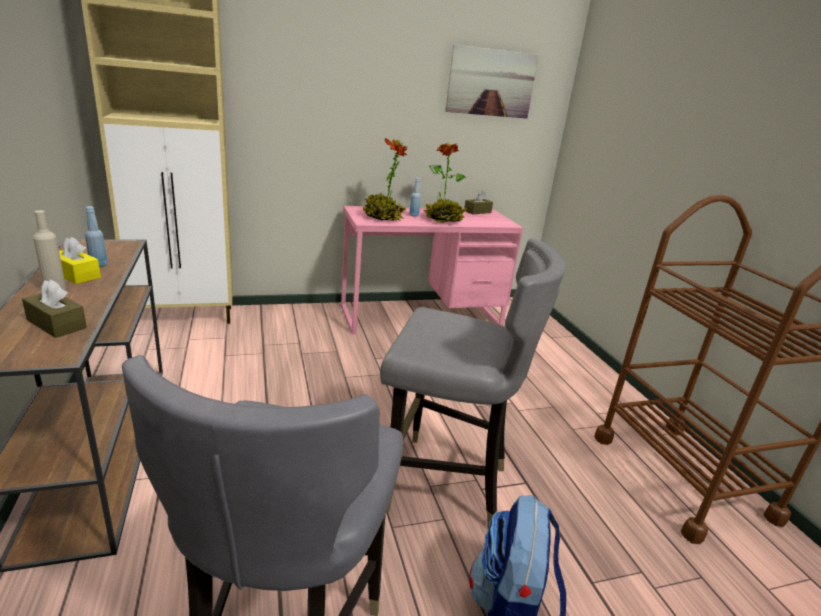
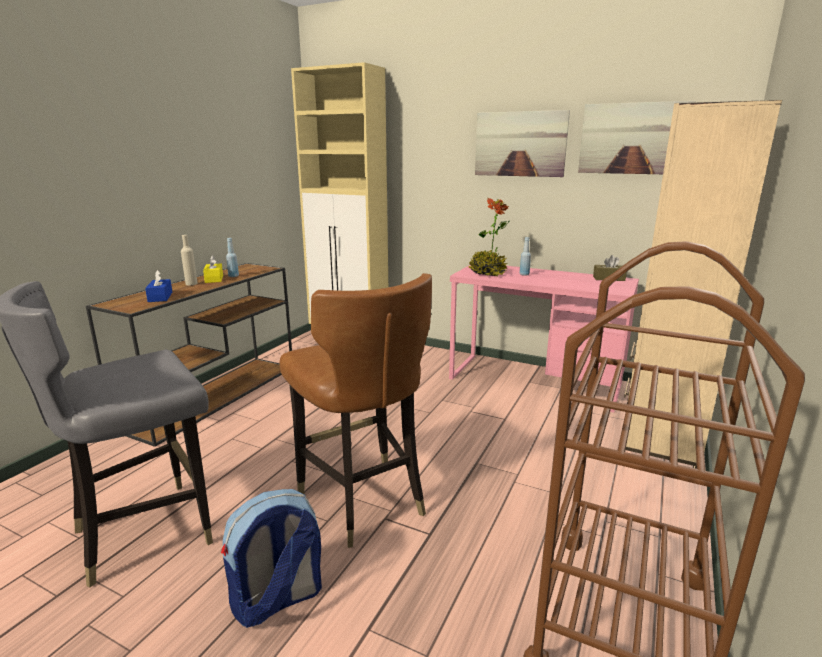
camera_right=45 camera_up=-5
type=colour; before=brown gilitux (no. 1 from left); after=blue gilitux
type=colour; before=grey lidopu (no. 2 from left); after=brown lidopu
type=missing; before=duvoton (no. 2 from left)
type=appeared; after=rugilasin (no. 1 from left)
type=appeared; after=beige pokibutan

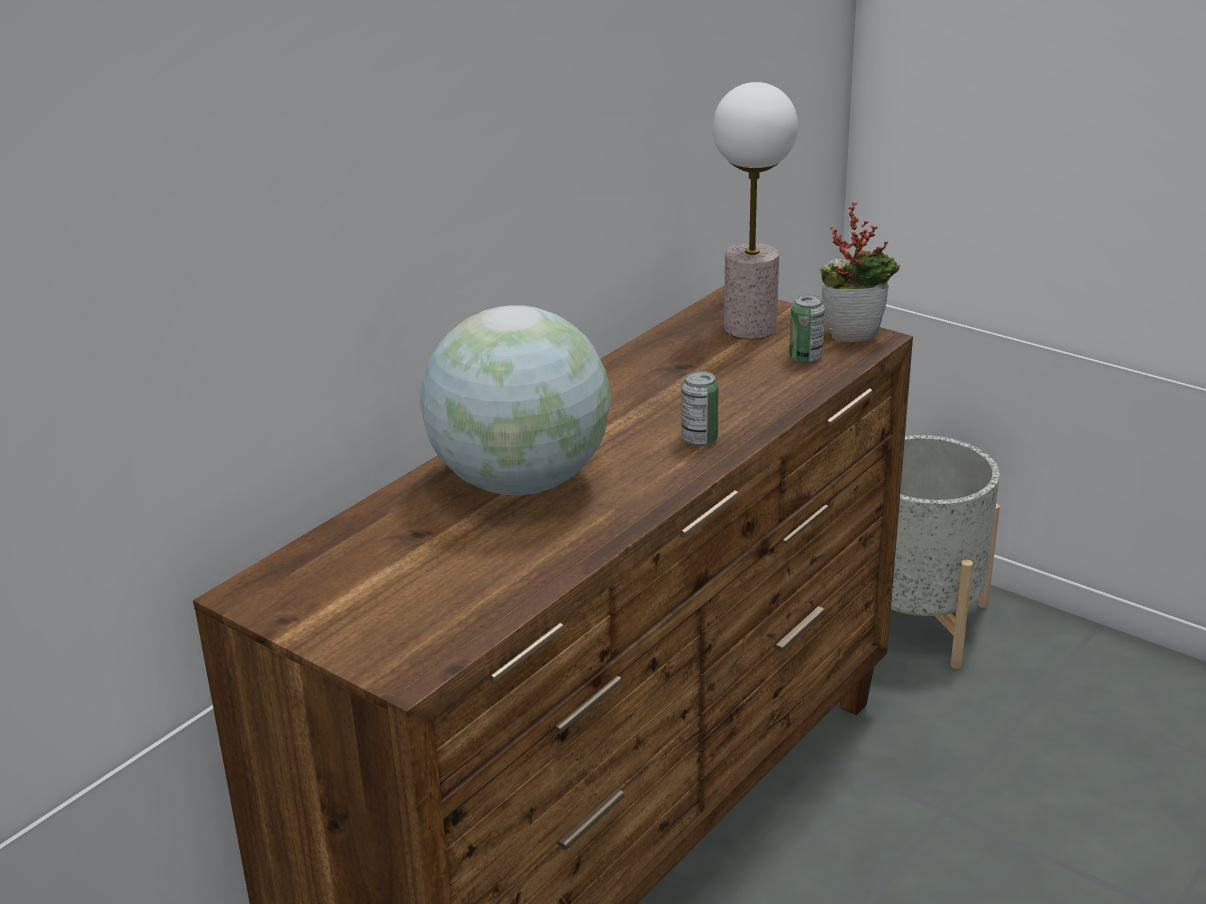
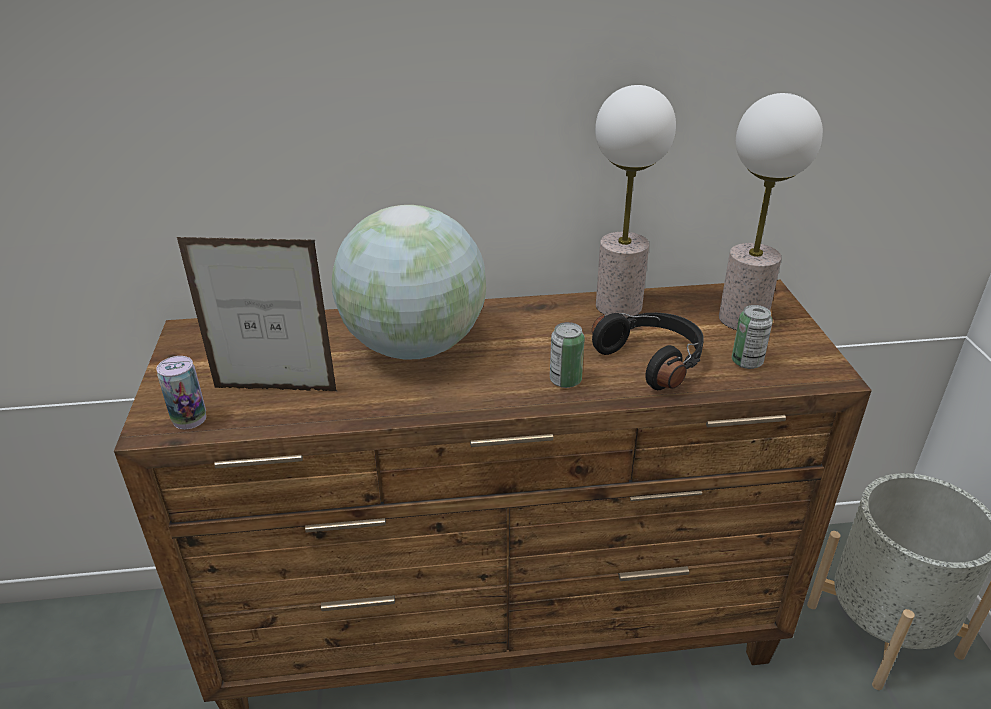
camera_right=45 camera_up=5
type=missing; before=duvoton
type=appeared; after=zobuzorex (no. 1 from left)
type=appeared; after=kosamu
type=appeared; after=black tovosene
type=appeared; after=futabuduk (no. 1 from left)

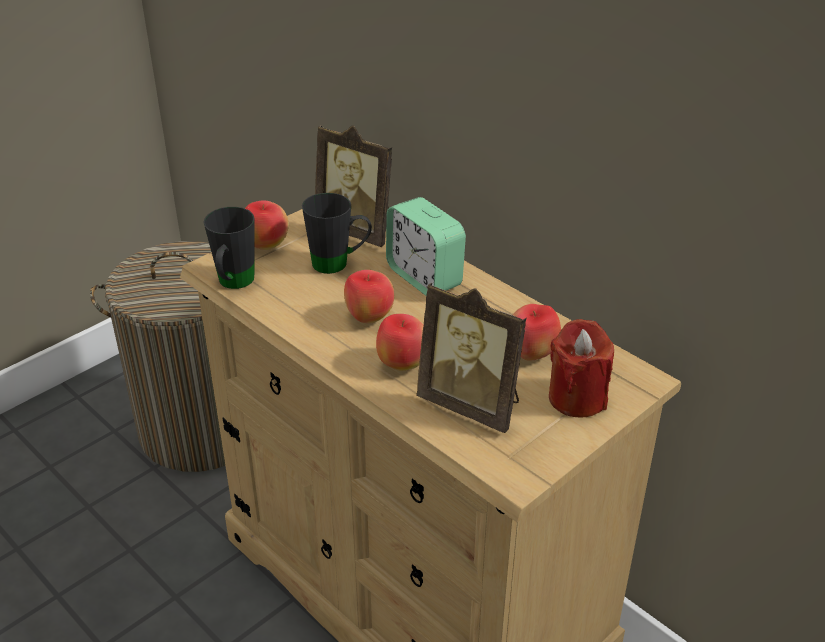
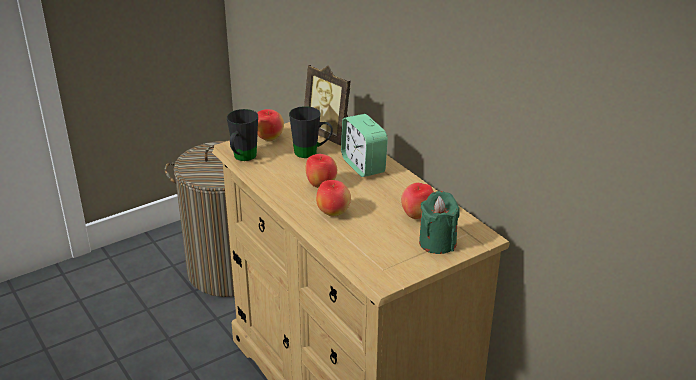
camera_right=10 camera_up=-5
type=missing; before=kosamu (no. 2 from left)
type=colour; before=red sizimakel; after=green sizimakel

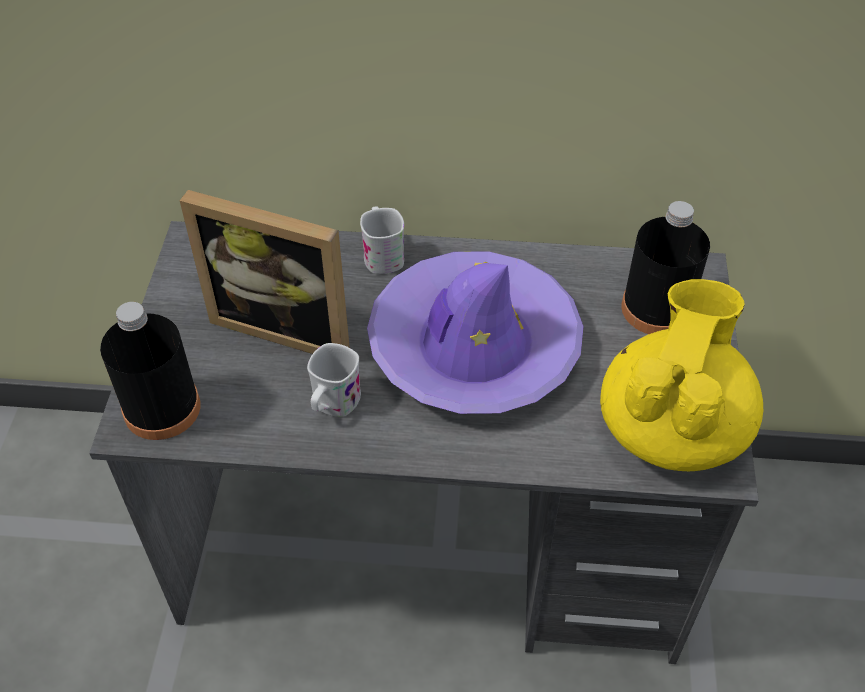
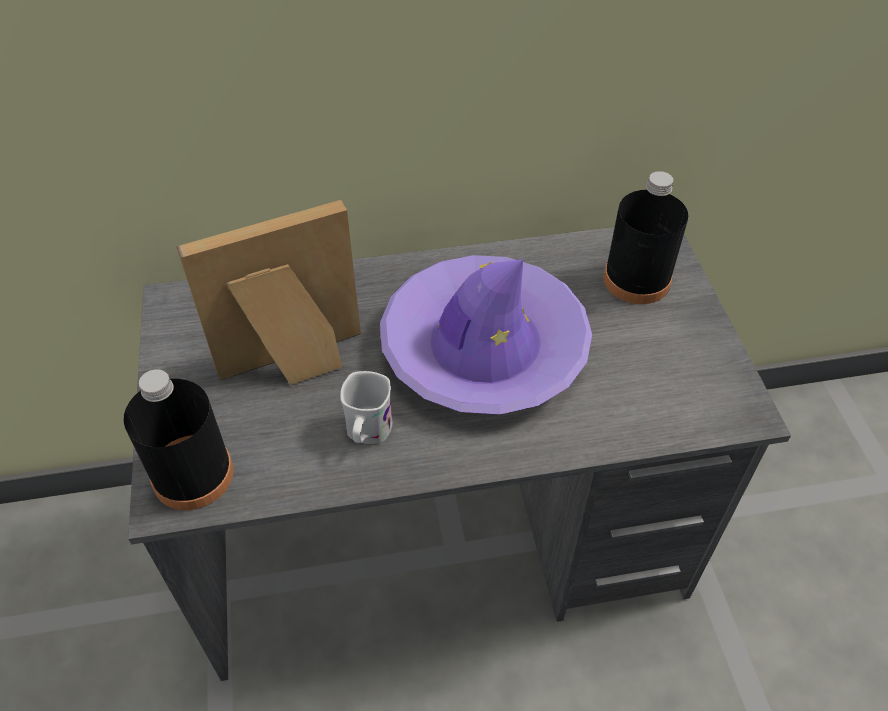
camera_right=-15 camera_up=0
type=spun; before=kosamu; turn=150
type=missing; before=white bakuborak (no. 2 from left)
type=missing; before=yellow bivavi

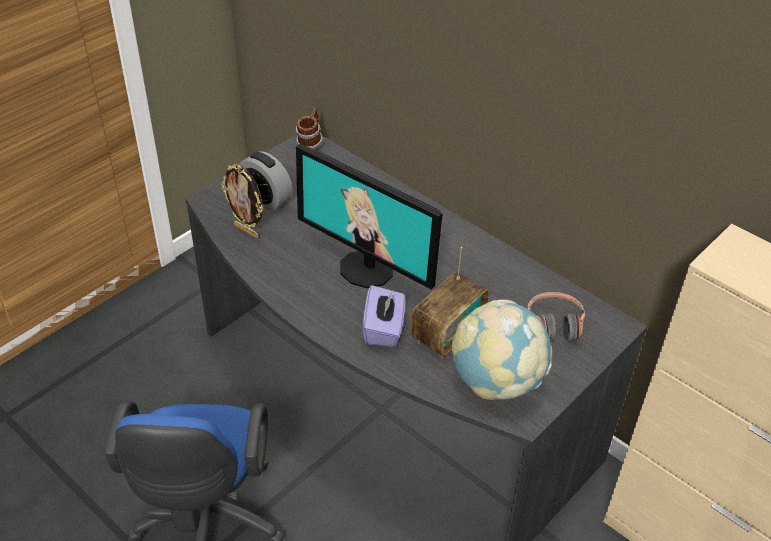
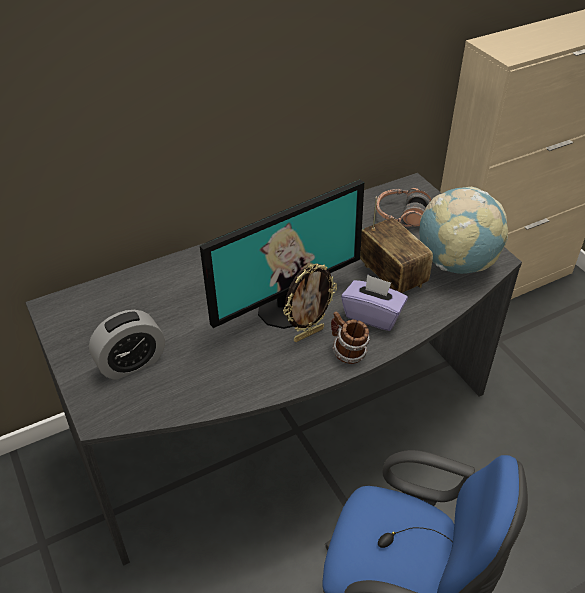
camera_right=-70 camera_up=0
type=relocated; before=kosamu
type=relocated; before=bakuborak

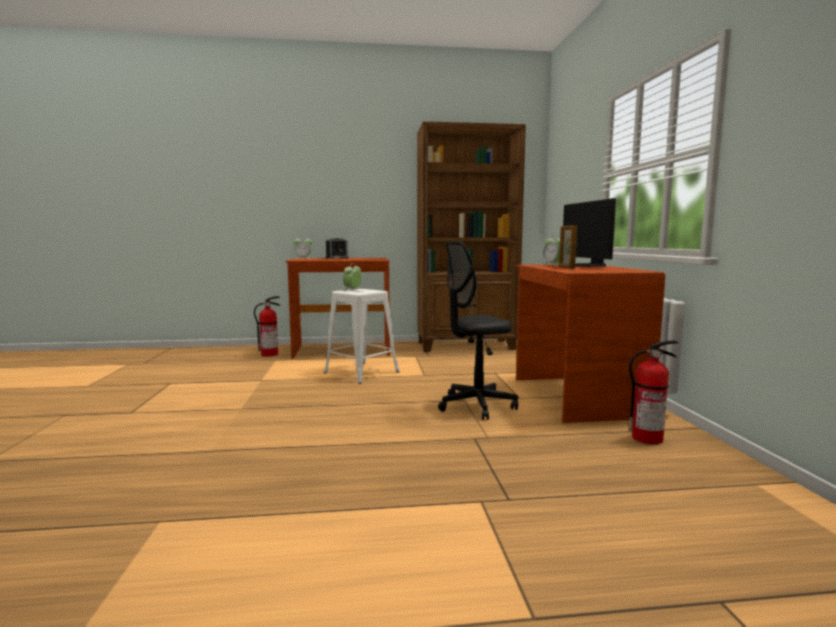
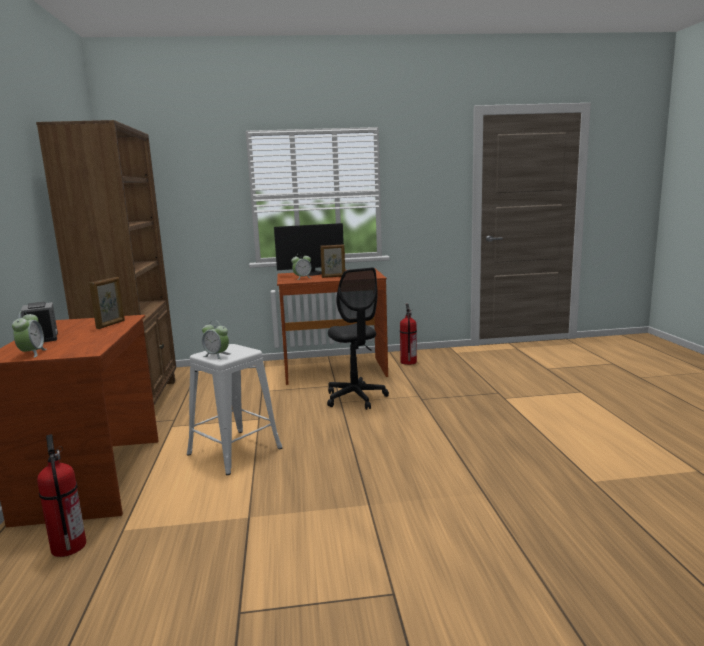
camera_right=-90 camera_up=5
type=appeared; after=kosamu (no. 1 from left)

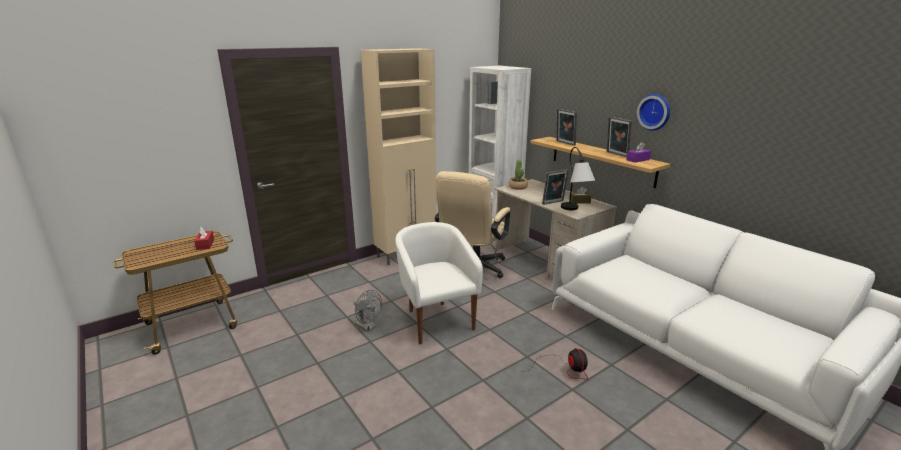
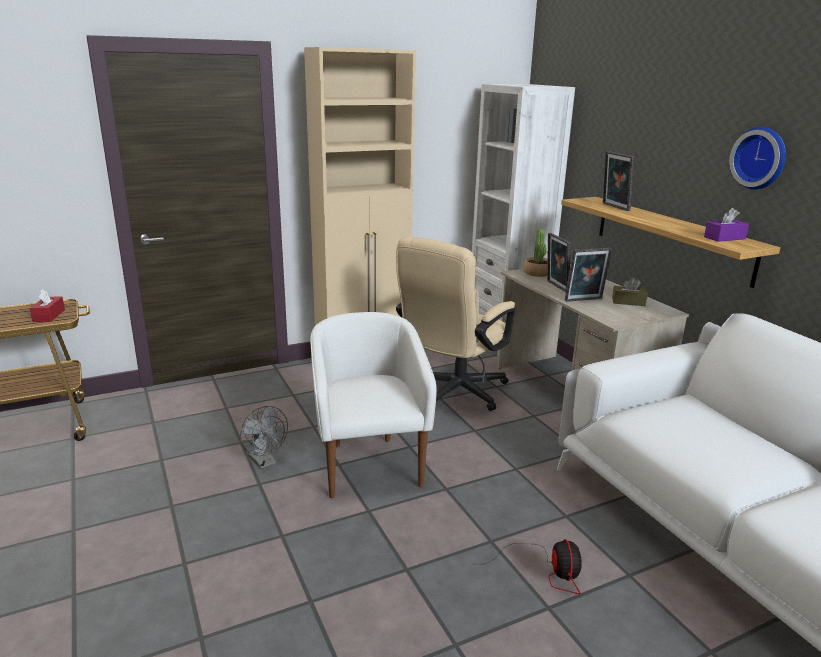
camera_right=10 camera_up=0
type=missing; before=futabuduk
type=relocated; before=kosamu (no. 3 from left in the first image); after=kosamu (no. 1 from left)

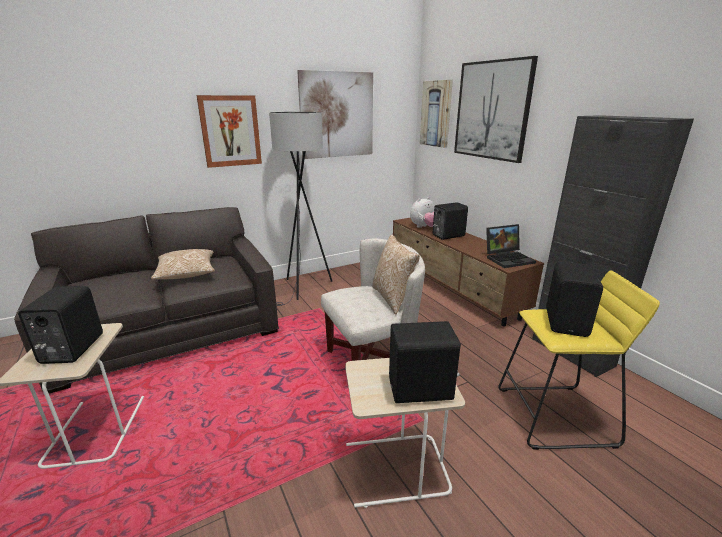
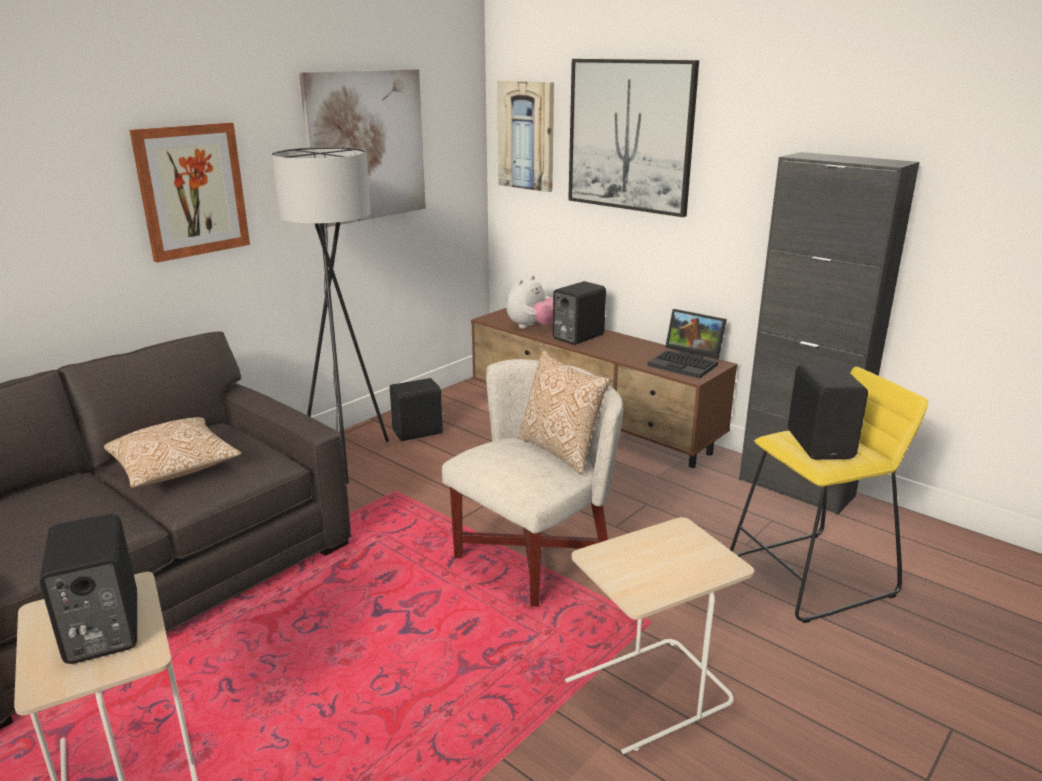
camera_right=-20 camera_up=0
type=relocated; before=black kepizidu (no. 2 from left)
type=spun; before=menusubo; turn=75

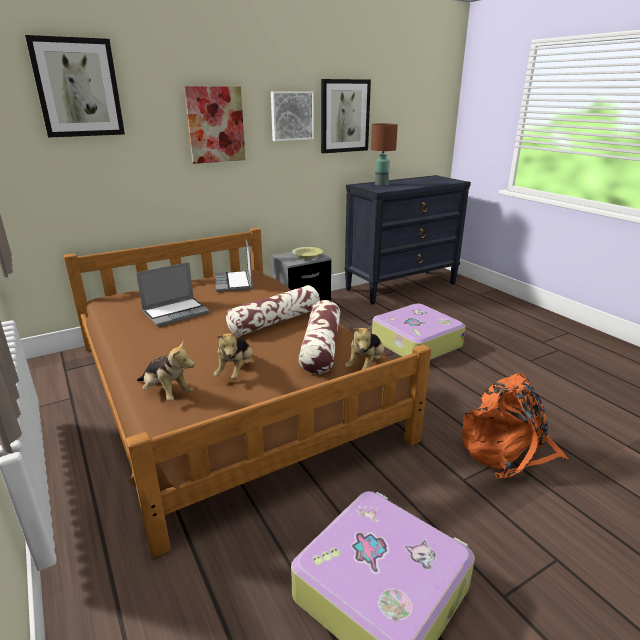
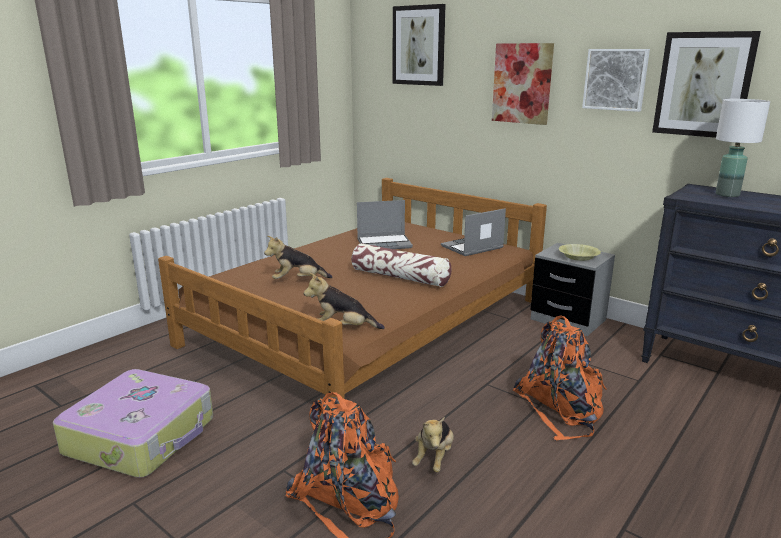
camera_right=70 camera_up=-5
type=spun; before=menusubo (no. 1 from left); turn=-45
type=relocated; before=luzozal (no. 1 from left in the first image); after=luzozal (no. 3 from left)
type=missing; before=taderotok (no. 2 from left)
type=colour; before=brown futabuduk; after=white futabuduk
type=exchanged; before=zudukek (no. 2 from left); after=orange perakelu (no. 2 from left)

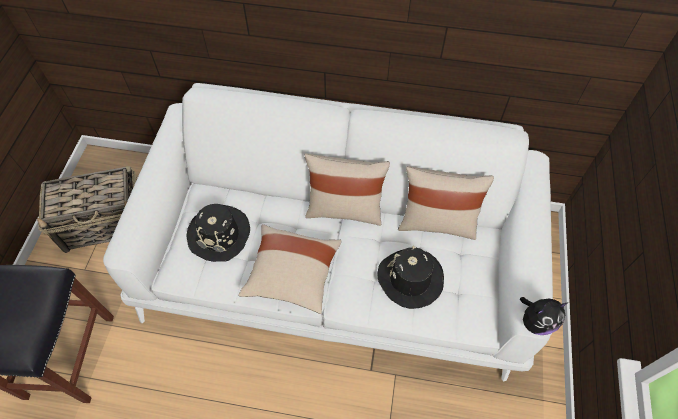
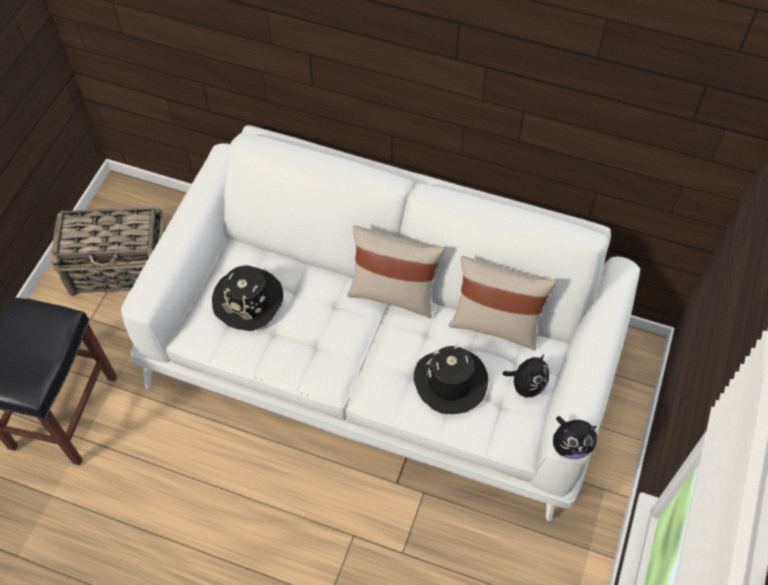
camera_right=10 camera_up=0
type=missing; before=beige taderotok (no. 1 from left)
type=appeared; after=luzozal (no. 1 from left)

